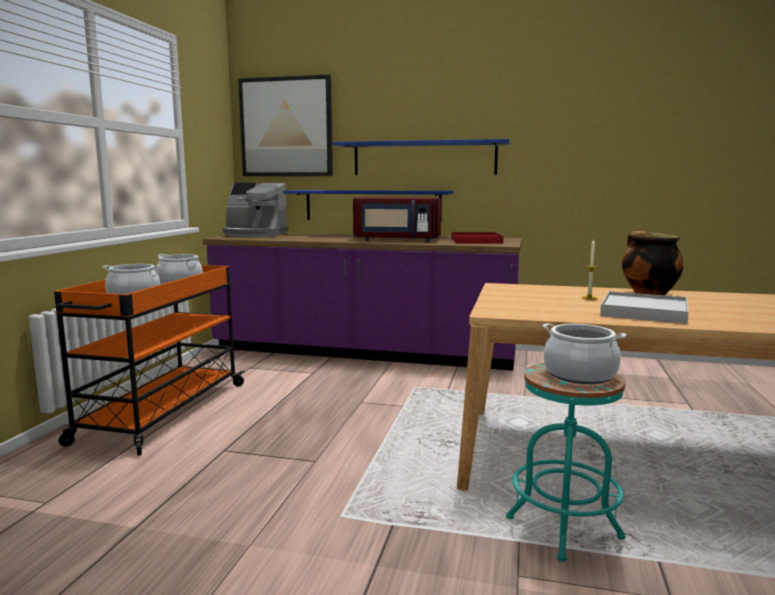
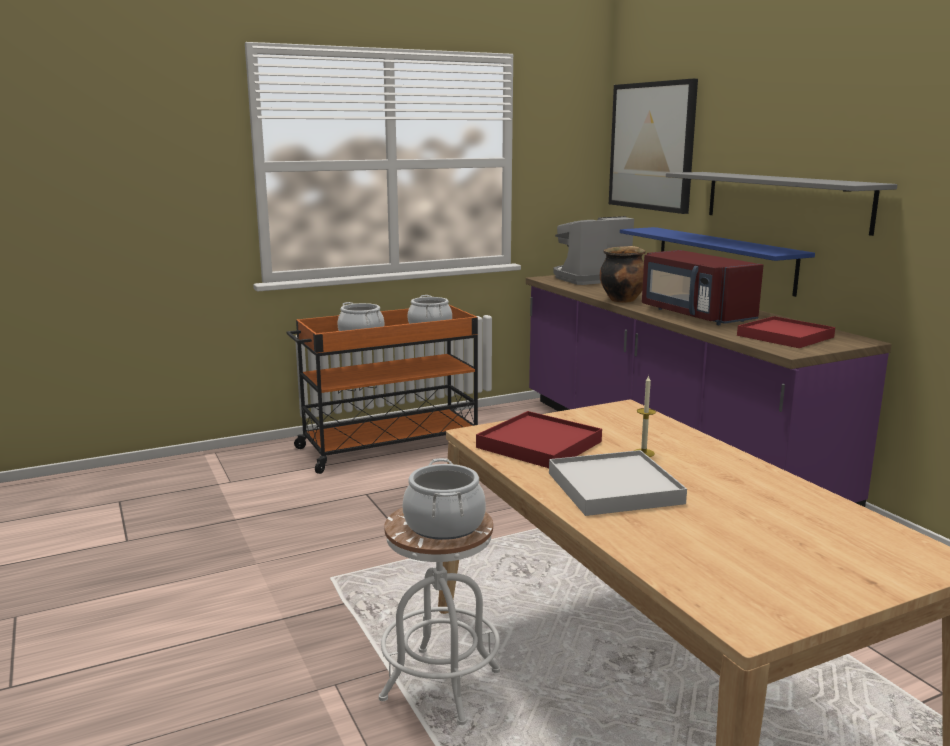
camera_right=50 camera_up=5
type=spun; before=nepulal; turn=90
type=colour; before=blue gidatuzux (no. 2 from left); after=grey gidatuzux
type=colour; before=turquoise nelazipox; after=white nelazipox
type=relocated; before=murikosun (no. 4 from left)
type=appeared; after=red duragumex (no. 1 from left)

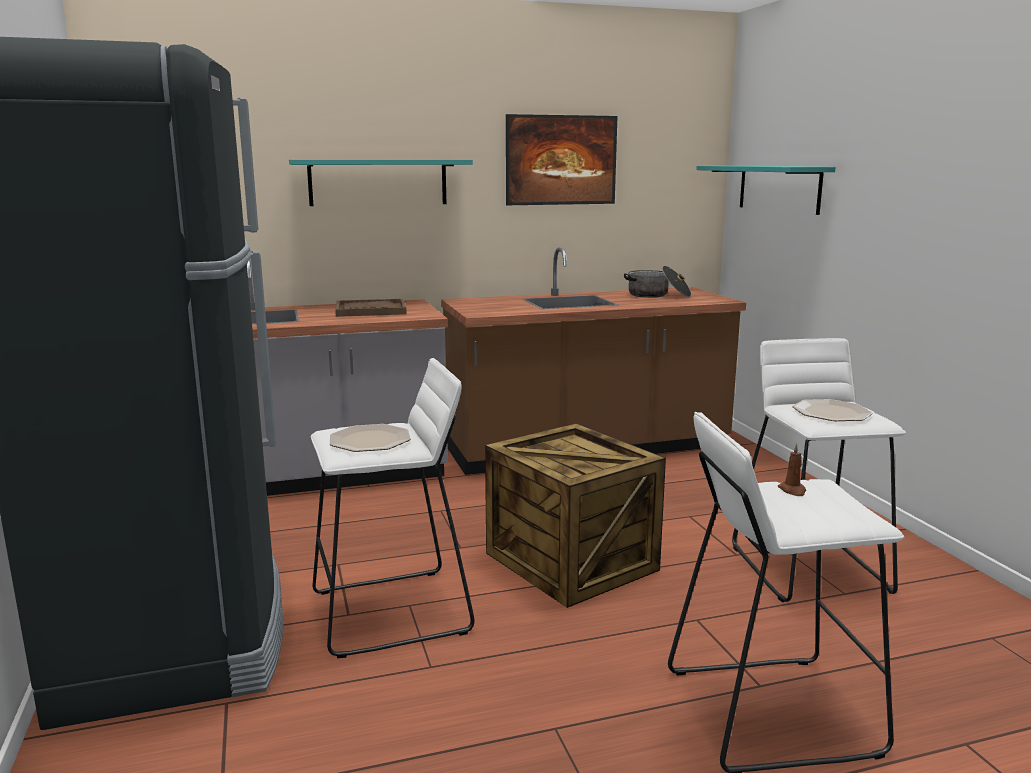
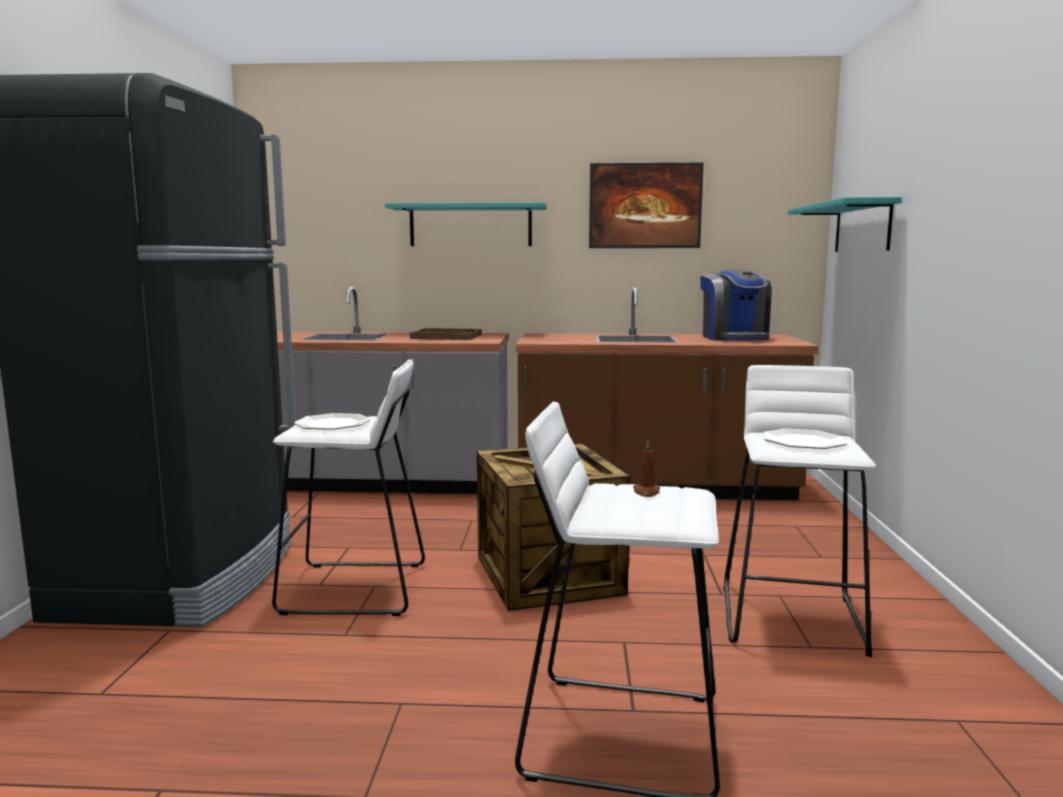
camera_right=20 camera_up=-5
type=exchanged; before=murikosun; after=nepulal

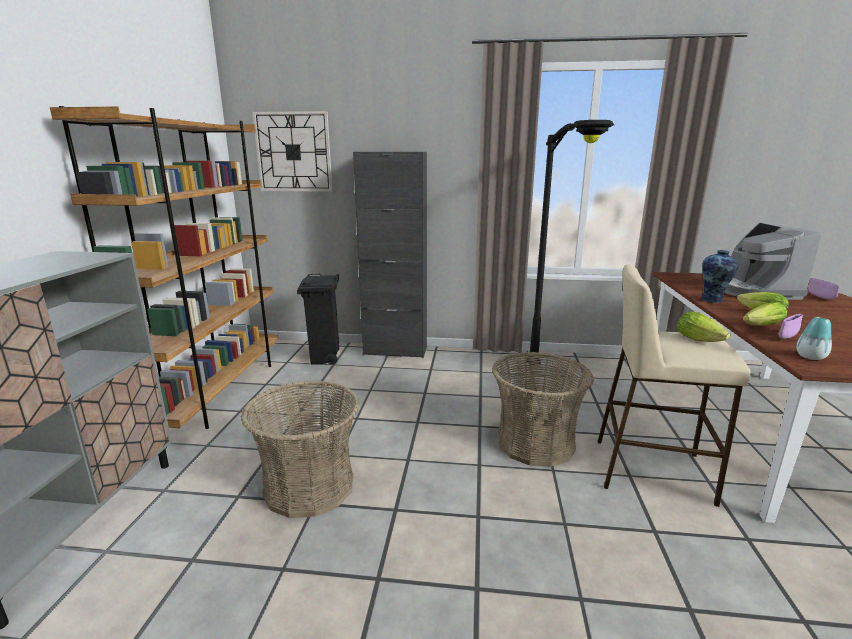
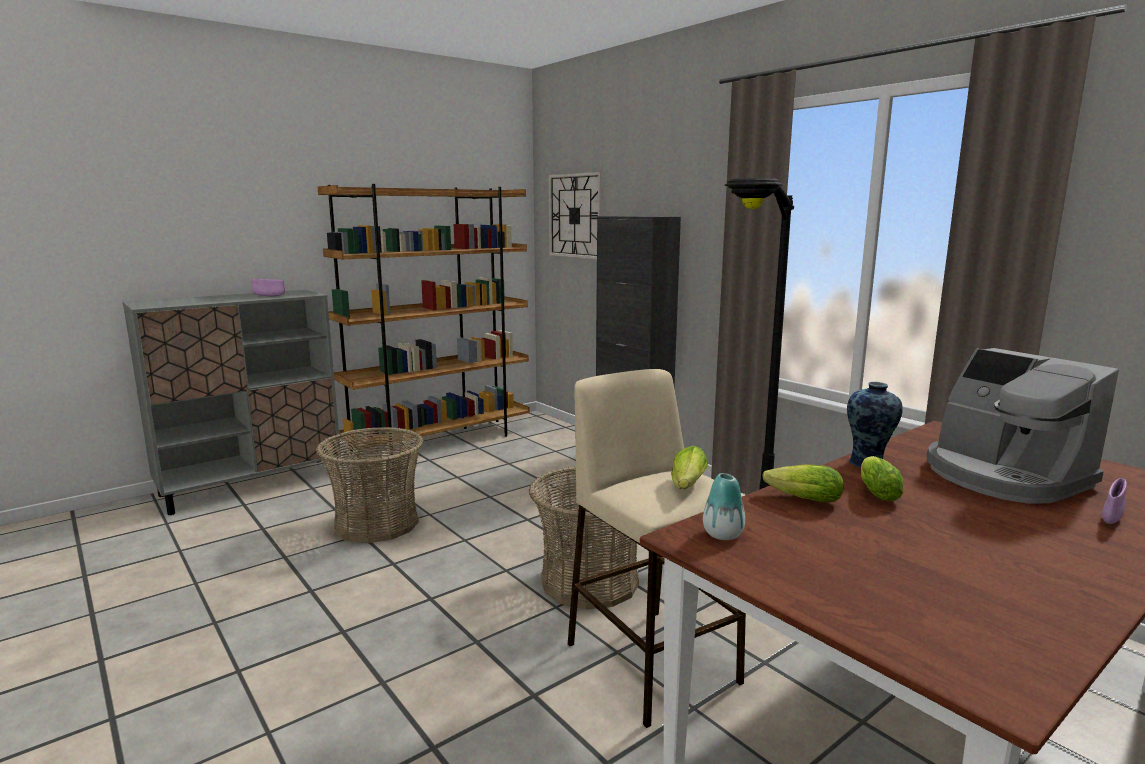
camera_right=45 camera_up=-5
type=missing; before=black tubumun
type=spun; before=nepulal; turn=-75
type=relocated; before=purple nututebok (no. 1 from left)

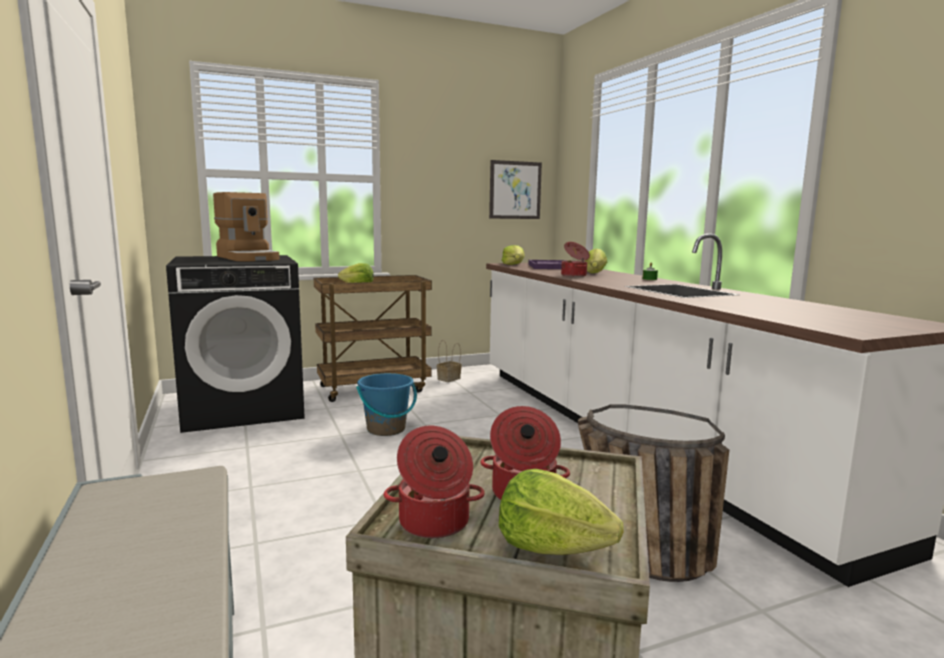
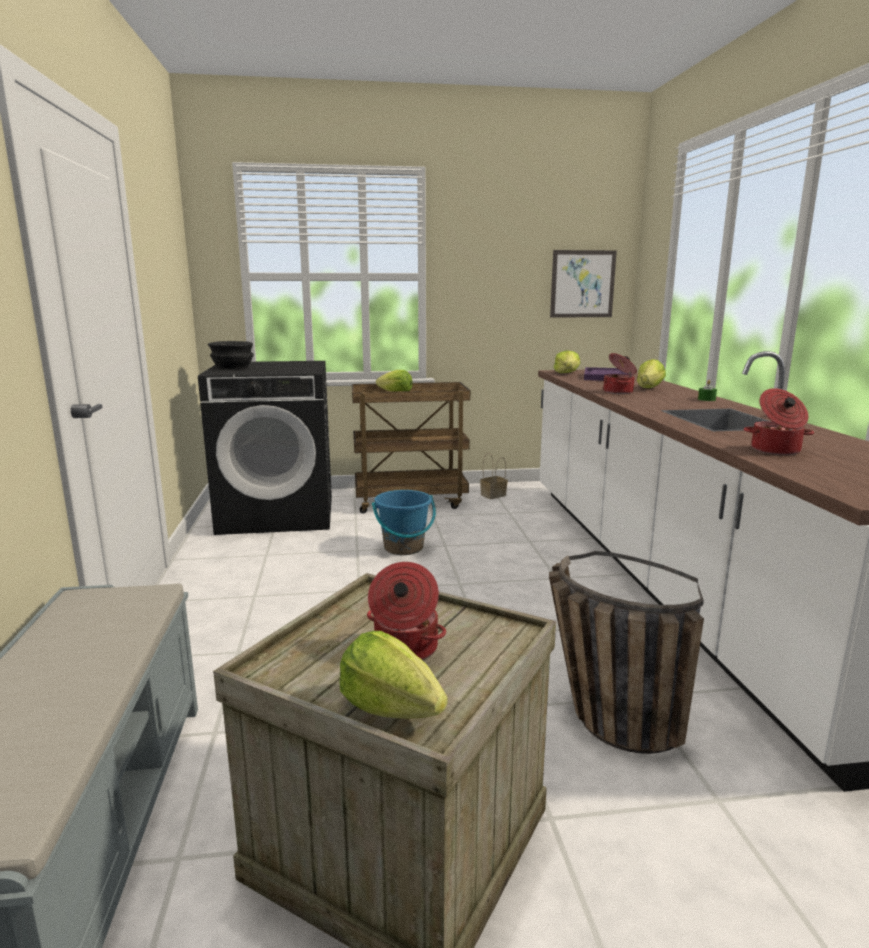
camera_right=15 camera_up=5
type=missing; before=nepulal
type=relocated; before=murikosun (no. 1 from left in the first image); after=murikosun (no. 3 from left)
type=appeared; after=black nututebok

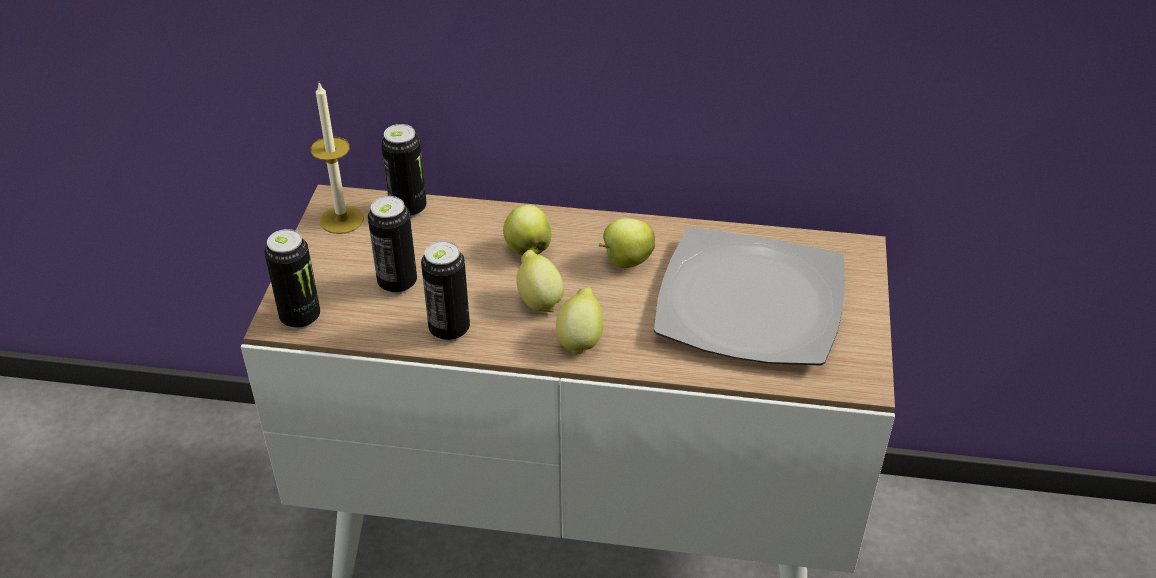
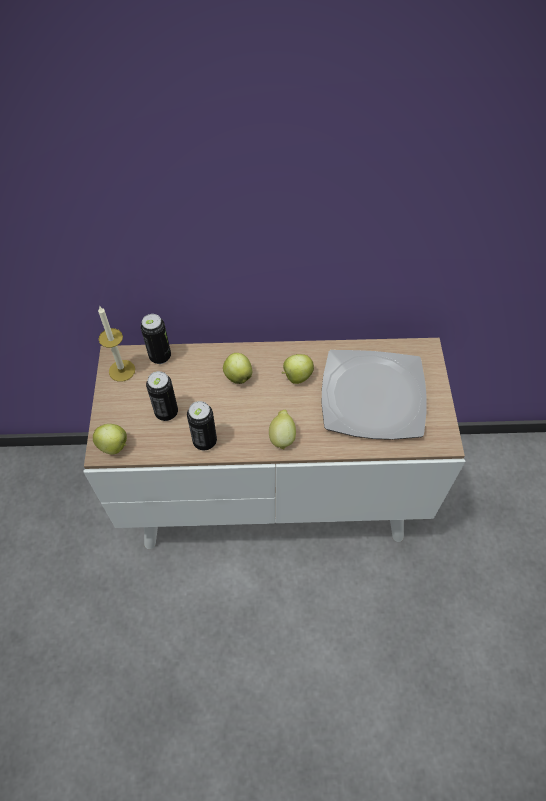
camera_right=-10 camera_up=15
type=exchanged; before=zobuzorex (no. 1 from left); after=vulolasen (no. 1 from left)
type=missing; before=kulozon (no. 1 from left)

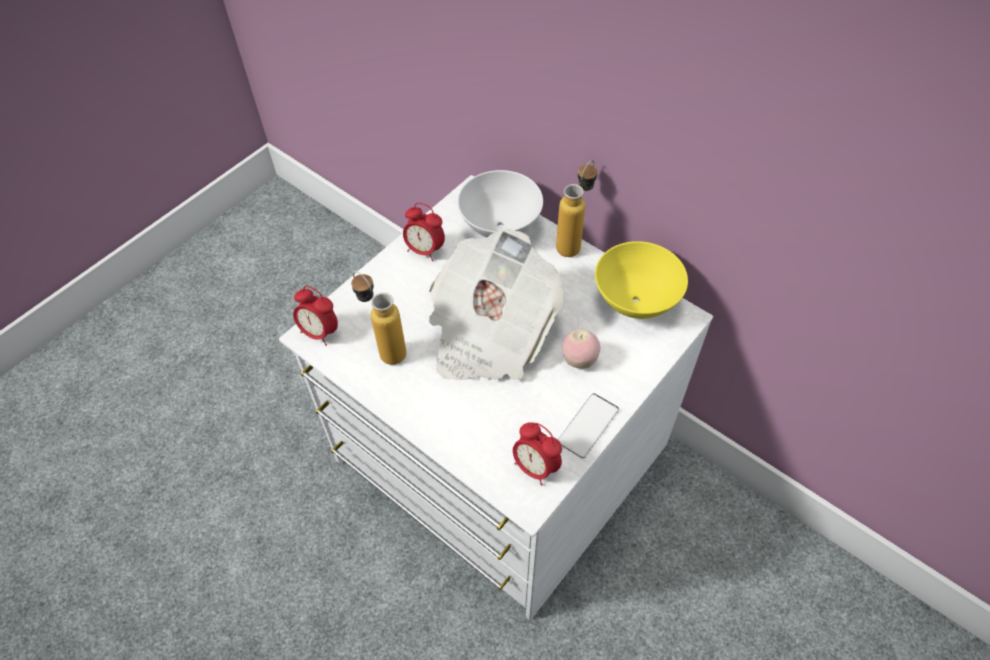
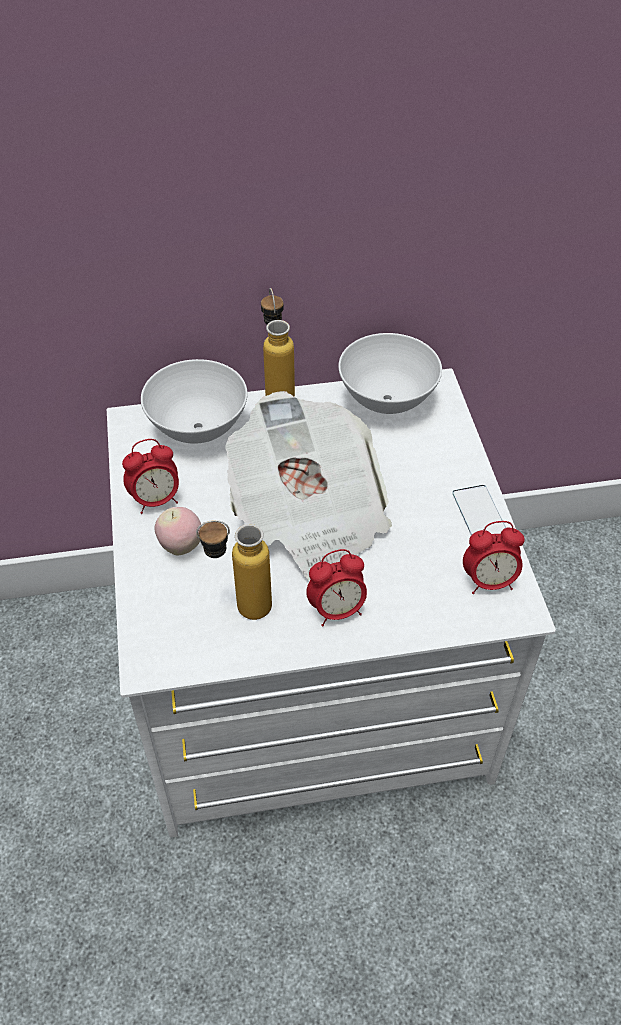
camera_right=-50 camera_up=-5
type=relocated; before=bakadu (no. 1 from left in the first image); after=bakadu (no. 2 from left)
type=relocated; before=vulolasen
type=colour; before=yellow nututebok; after=white nututebok (no. 2 from left)

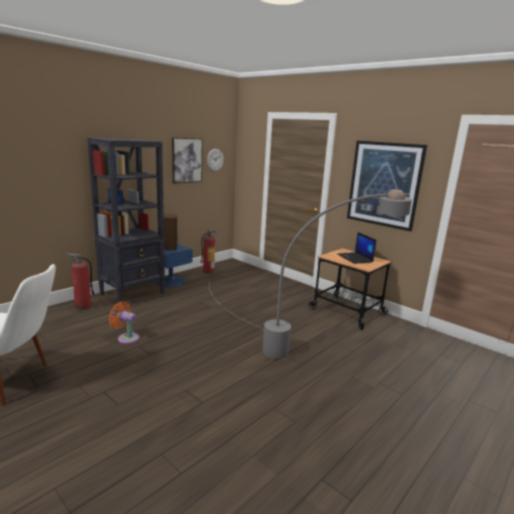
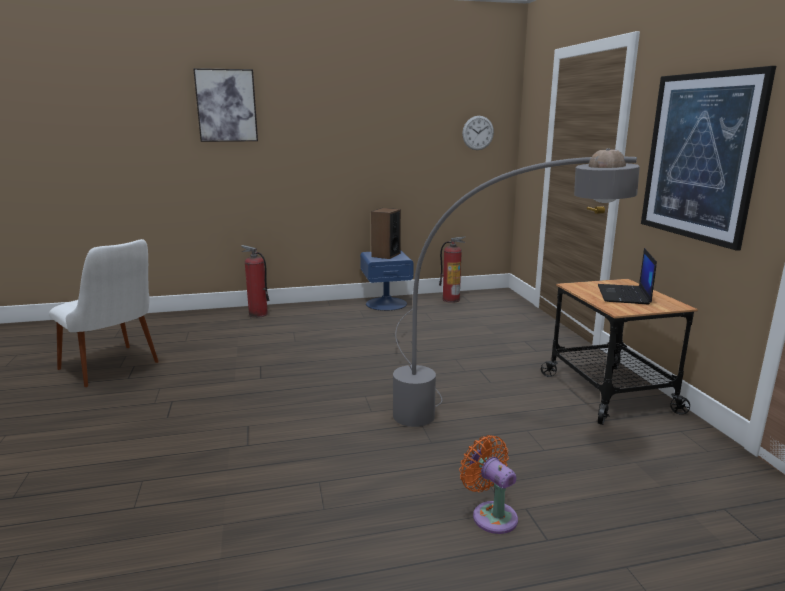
camera_right=35 camera_up=0
type=missing; before=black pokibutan
type=relocated; before=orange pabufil
type=relocated; before=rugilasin (no. 1 from left)

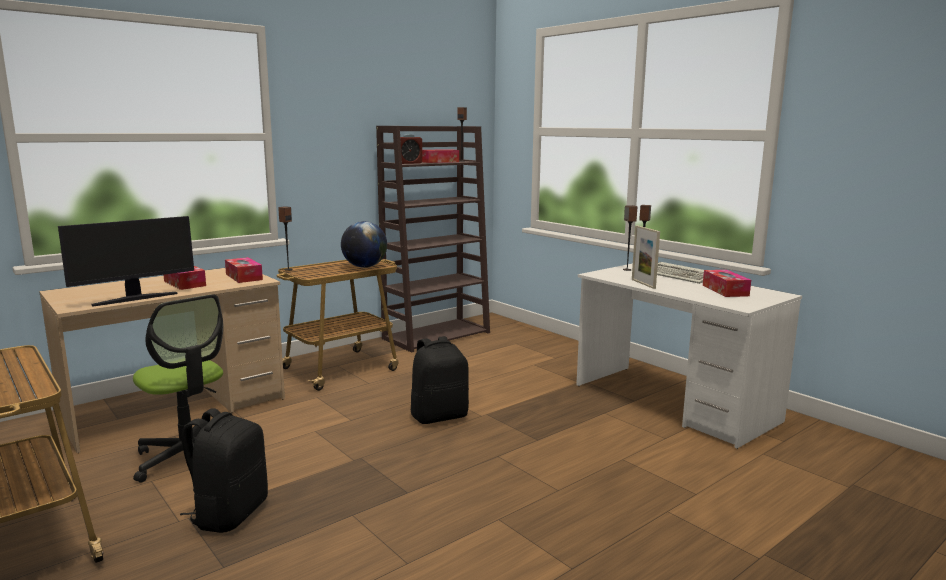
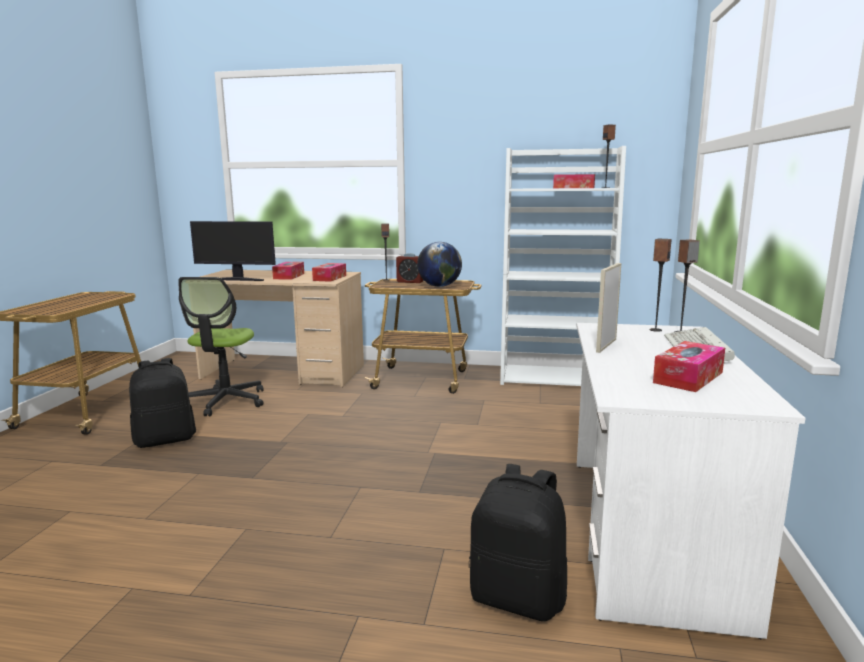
camera_right=50 camera_up=0
type=colour; before=brown pokibutan; after=white pokibutan
type=relocated; before=bakadu
type=relocated; before=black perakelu (no. 2 from left)

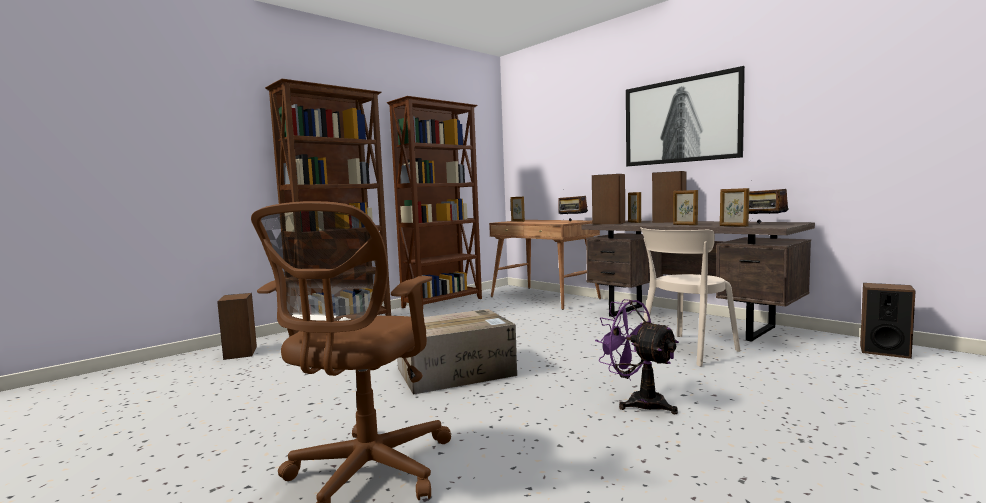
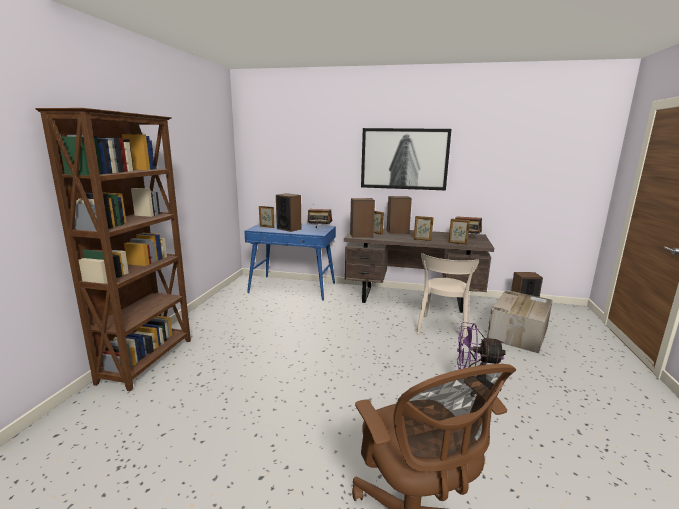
camera_right=-35 camera_up=10
type=relocated; before=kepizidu (no. 1 from left)
type=missing; before=brown pokibutan (no. 2 from left)
type=relocated; before=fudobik
type=colour; before=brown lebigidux (no. 1 from left); after=blue lebigidux

